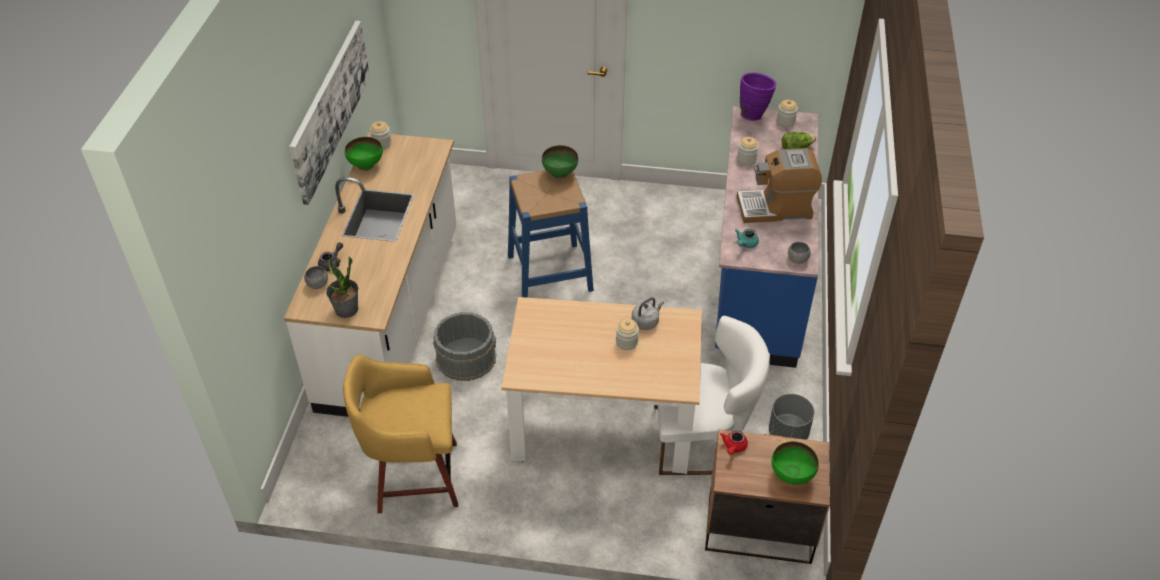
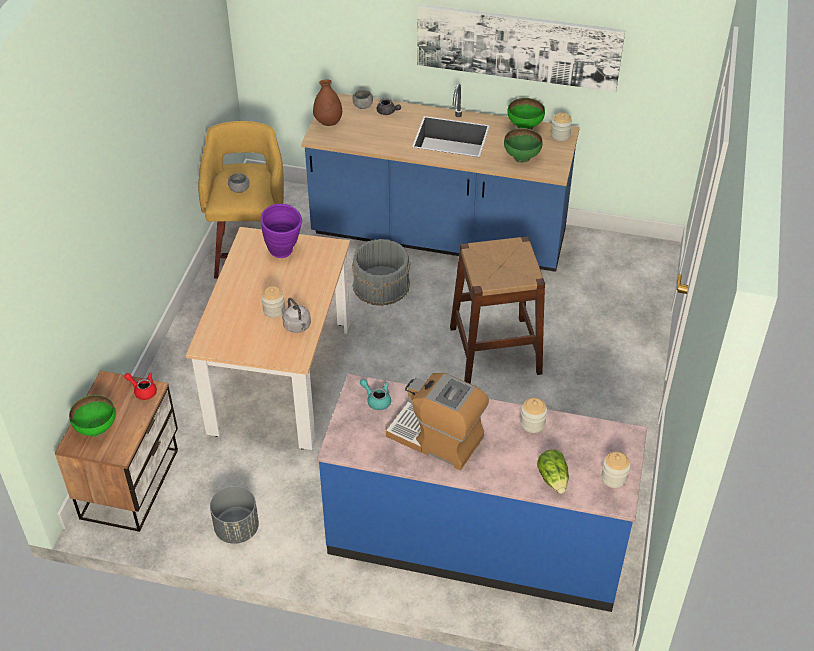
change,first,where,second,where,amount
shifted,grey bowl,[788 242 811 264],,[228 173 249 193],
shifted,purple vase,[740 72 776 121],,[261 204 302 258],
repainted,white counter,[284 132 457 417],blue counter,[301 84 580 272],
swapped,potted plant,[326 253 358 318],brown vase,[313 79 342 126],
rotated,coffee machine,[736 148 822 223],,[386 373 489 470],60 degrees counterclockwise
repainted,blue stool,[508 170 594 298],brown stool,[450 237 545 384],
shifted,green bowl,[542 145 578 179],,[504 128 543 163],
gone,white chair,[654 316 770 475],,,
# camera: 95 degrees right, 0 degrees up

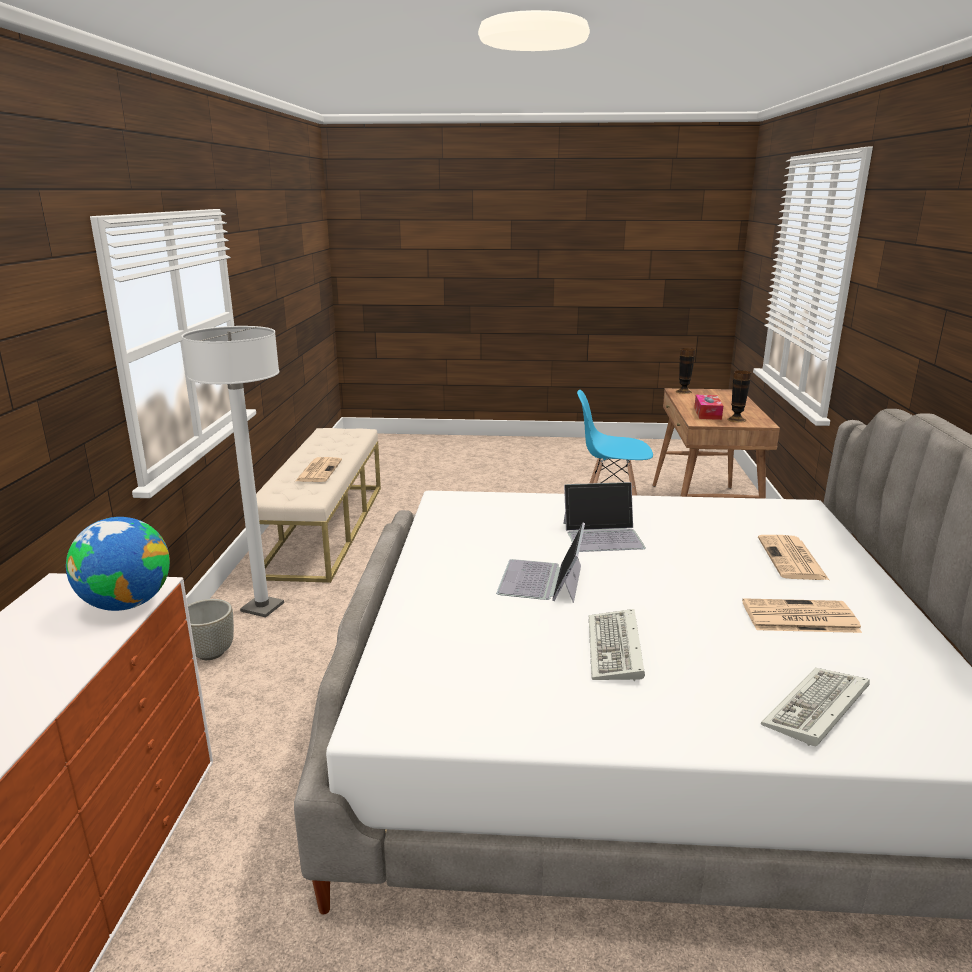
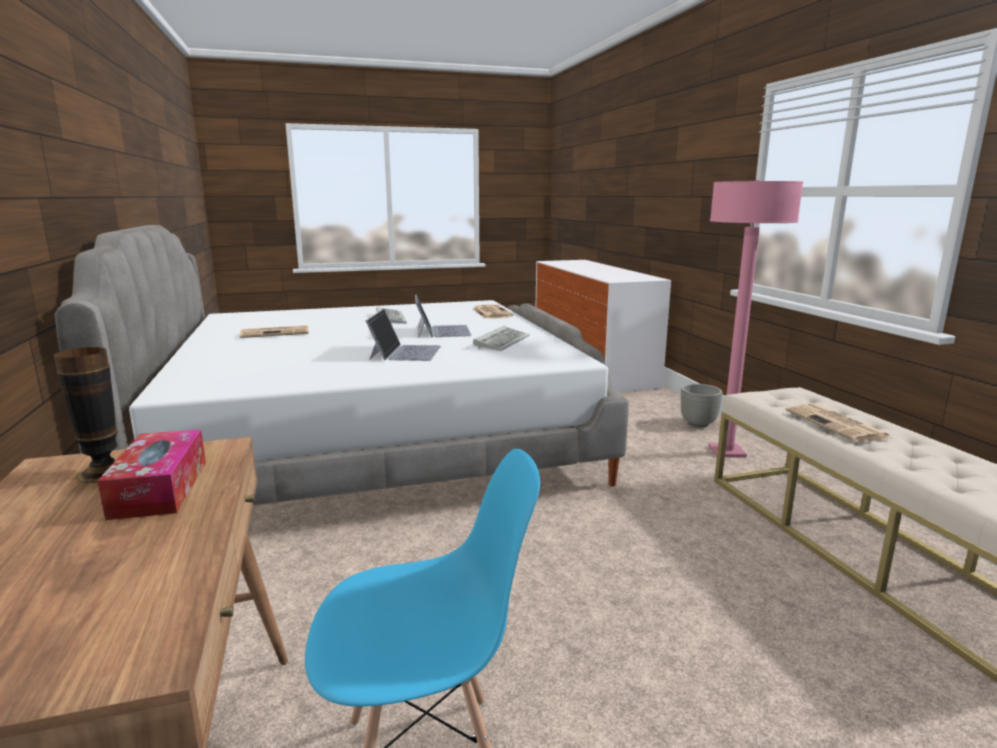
change,first,where,second,where,amount
rotated,laptop,[563 482 646 552],,[366 309 441 361],120 degrees clockwise
shifted,newspaper,[758 535 829 580],,[473 304 513 318],
shifted,keyboard,[761 668 870 746],,[473 326 529 351],
repainted,white floor lamp,[181 326 284 617],pink floor lamp,[708 180 803 458],
gone,globe,[66 517 170 611],,,
gone,vase,[676 348 695 394],,,
# camera: 160 degrees right, 5 degrees down

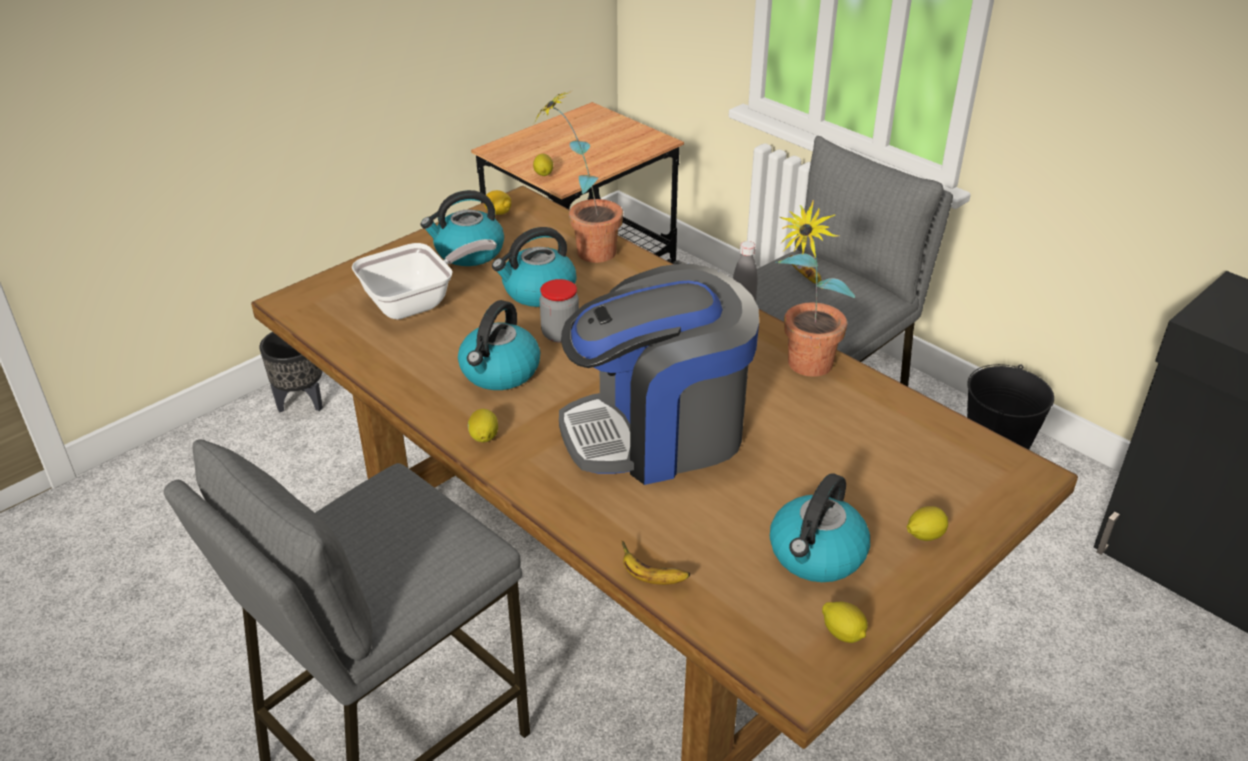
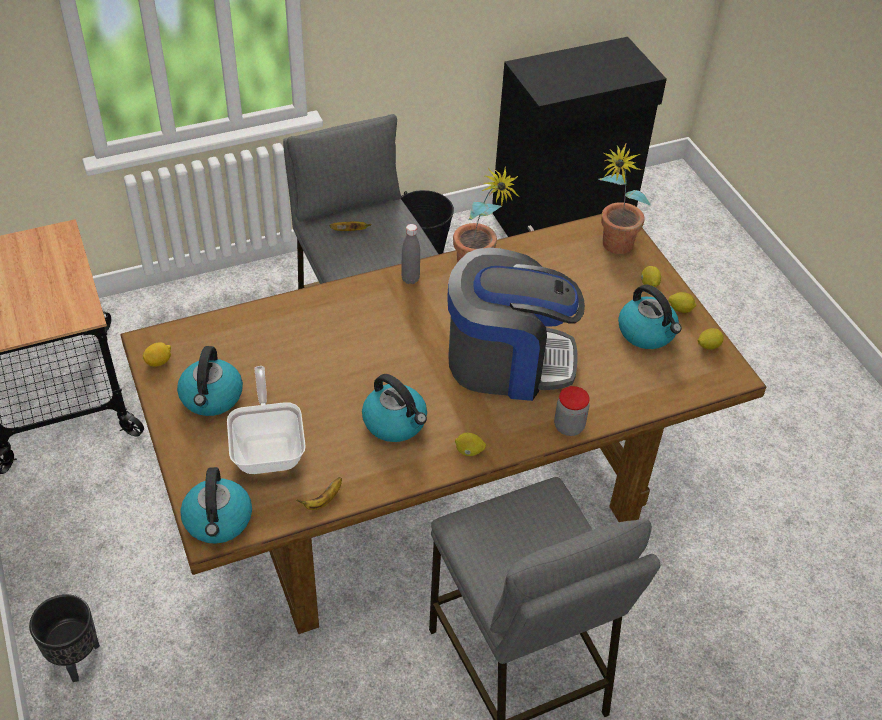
change,first,where,second,where,amount
shifted,kettle,[492 227 577 307],,[180 467 252 544],
shifted,banana,[622 541 690 585],,[296 477 342 510],
rotated,coffee machine,[559 264 759 485],,[447 248 585 401],90 degrees counterclockwise
shifted,jar,[540 279 579 343],,[554 386 590 436],
shifted,potted plant,[535 90 623 263],,[598 143 650 254],
shifted,lemon,[533 154 553 176],,[669 292 696 313],
# camera: 70 degrees left, 10 degrees up

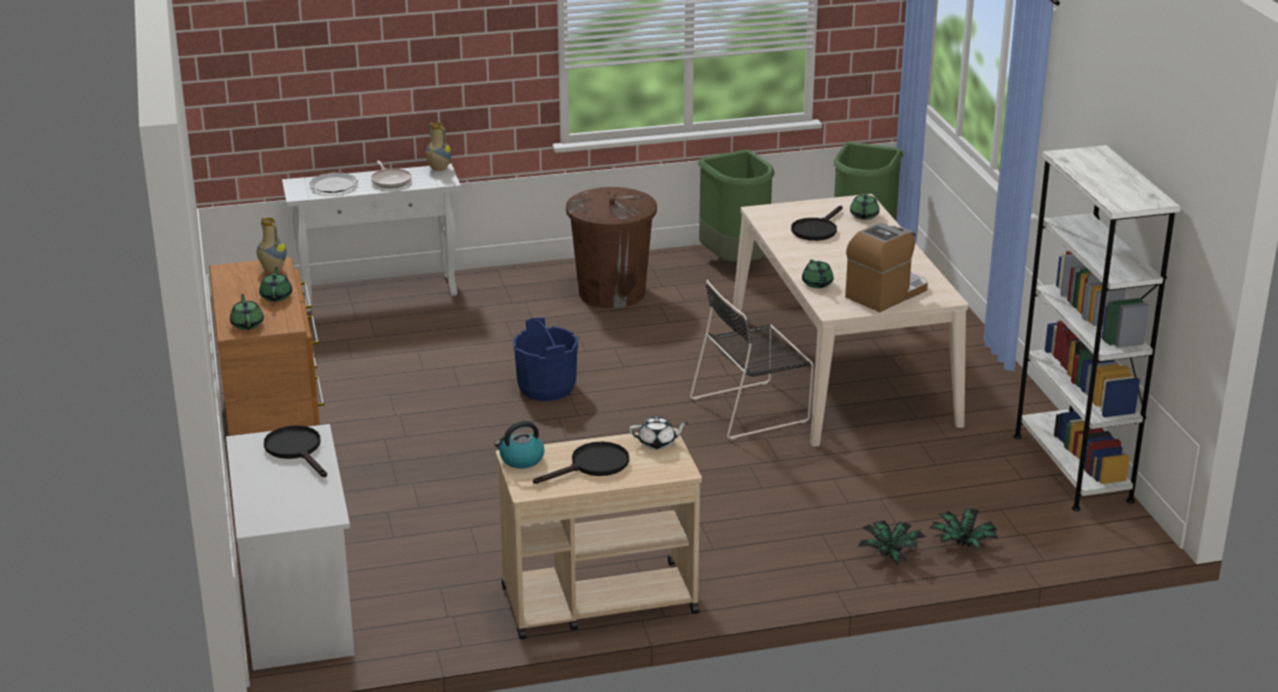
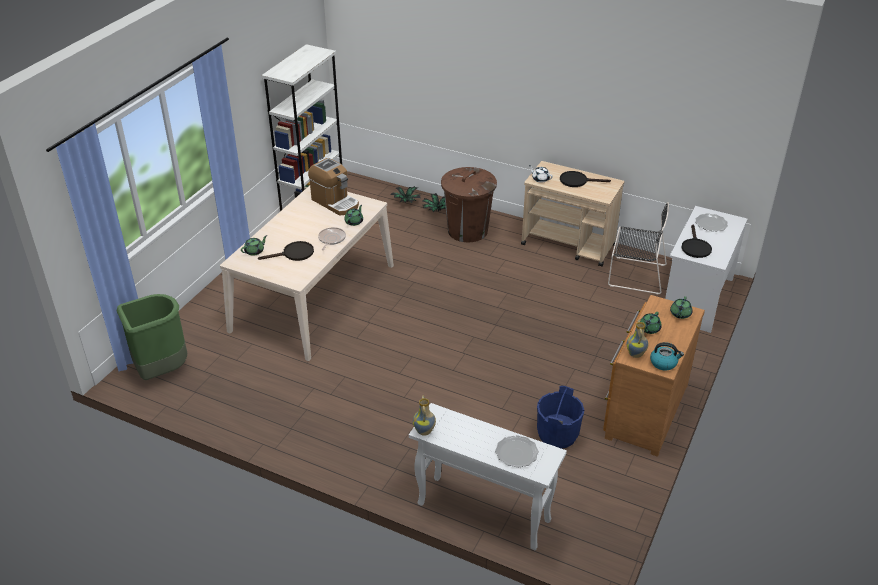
change,first,where,second,where,amount
rotated,coffee machine,[845 223 928 312],,[308 158 359 215],135 degrees counterclockwise
shifted,frying pan,[371 161 412 188],,[318 227 346 250],
shifted,brown trash can,[566 187 657 308],,[441 167 497 242],
shifted,blue bucket,[513 317 578 401],,[537 386 584 449],
shifted,black chair,[690 280 814 439],,[608 202 669 294],
shifted,kettle,[494 421 544 469],,[650 342 684 371],
new,,,plate,[695 213 728 232],
gone,green trash can,[698 150 775 262],,,
# camera: 140 degrees left, 10 degrees up

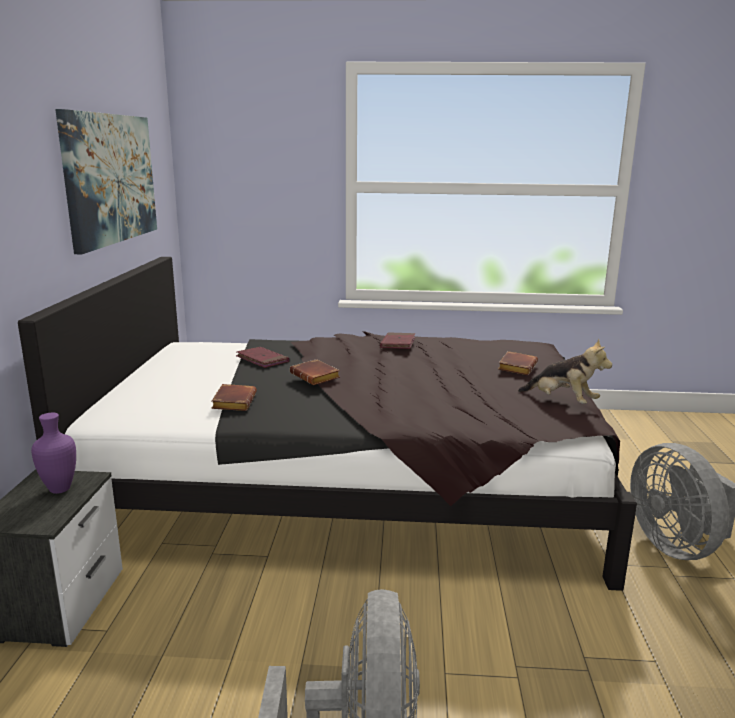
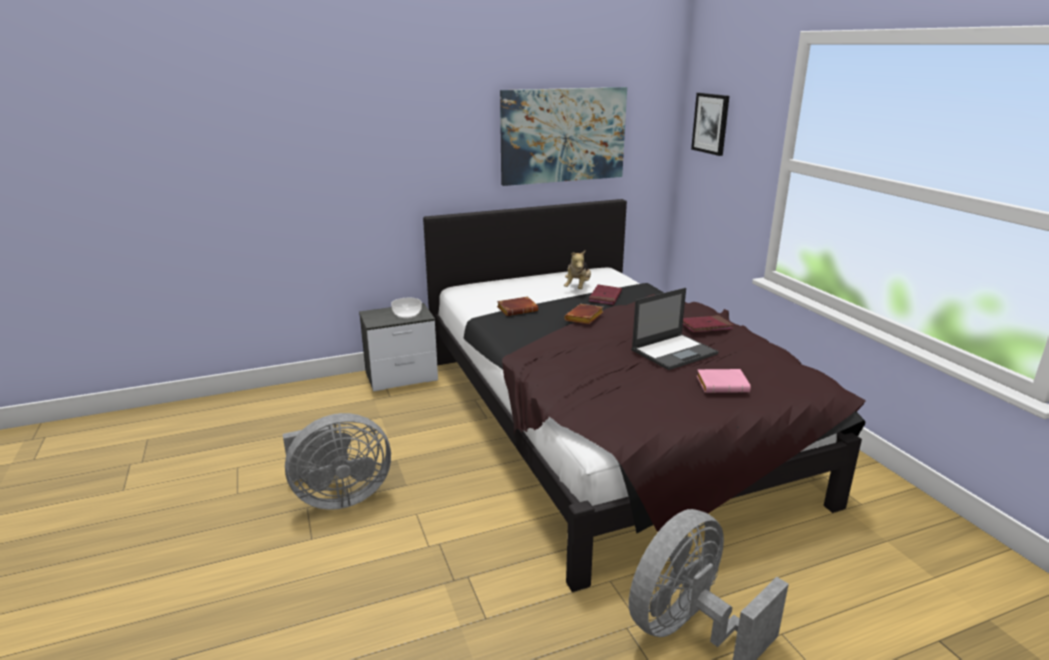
change,first,where,second,where,amount
swapped,purple vase,[31 413 76 494],bowl,[391 298 422 319],
shifted,plush toy,[518 339 612 404],,[564 250 591 289],
new,,,laptop,[631 288 719 370],
new,,,picture,[691 93 729 156],
repainted,brown book,[498 351 538 375],pink book,[697 369 751 393],
# camera: 65 degrees right, 5 degrees up

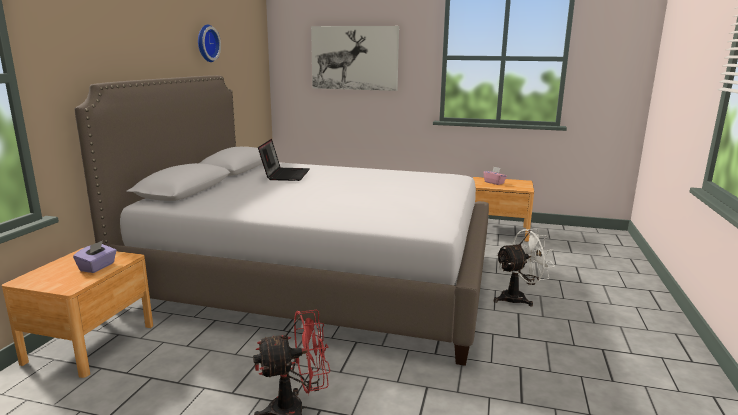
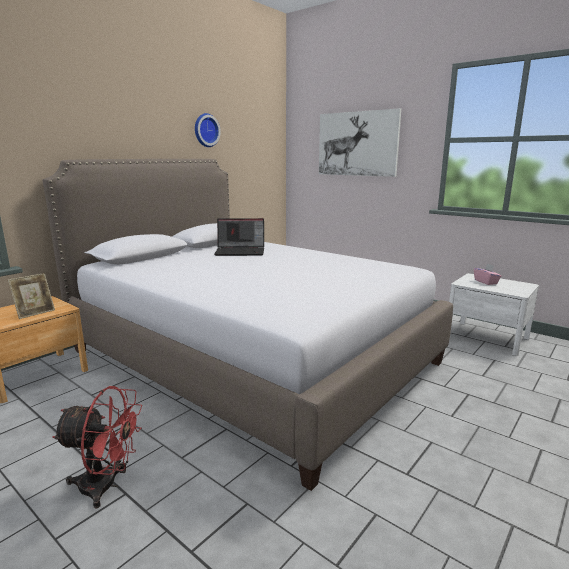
change,first,where,second,where,amount
swapped,purple tissue box,[73 240 117 273],picture frame,[8 273 55 319],
rotated,laptop,[258 139 310 181],,[214 218 264 256],60 degrees clockwise
repainted,brown nightstand,[473 177 534 242],white nightstand,[449 273 539 356],
gone,white fan,[494 229 555 307],,,
# camera: 25 degrees right, 0 degrees up

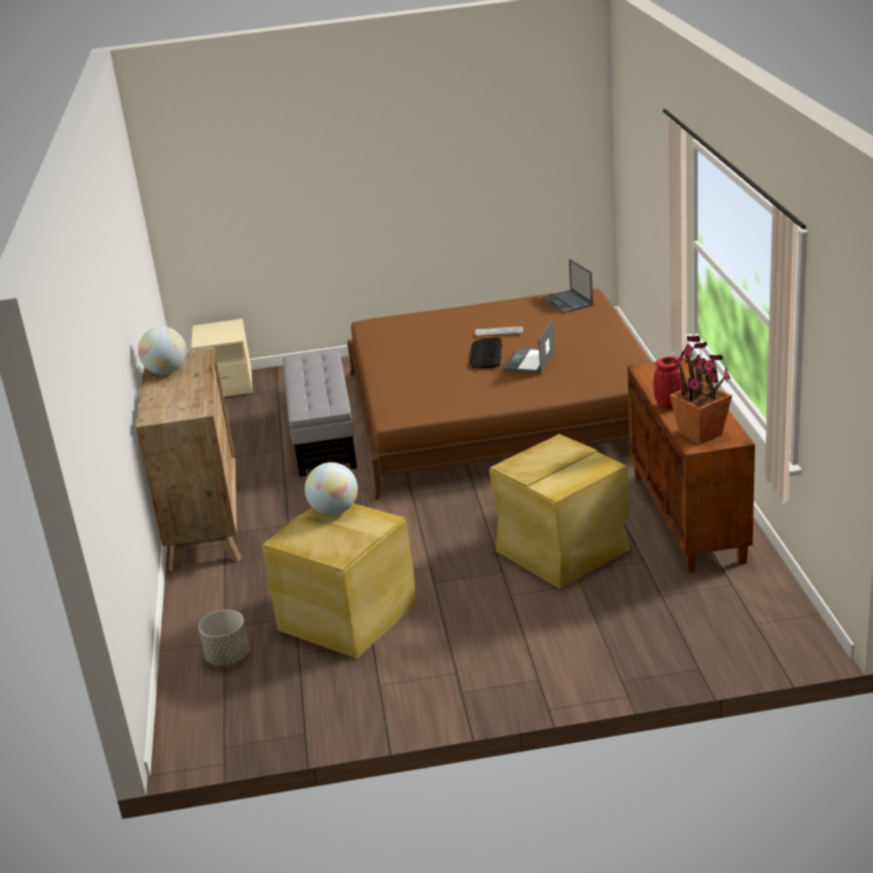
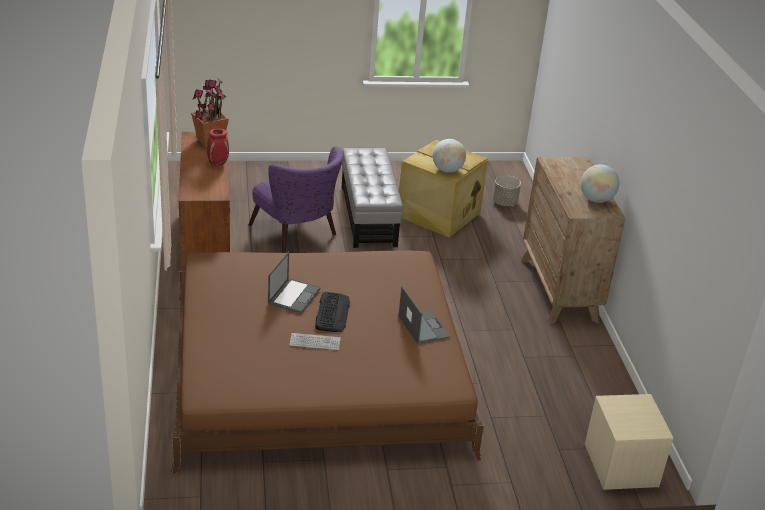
change,first,where,second,where,amount
swapped,beige storage box,[489 434 630 589],purple armchair,[249 146 343 253],
shifted,grey ottoman,[283 349 357 477],,[342 148 403 248],
shifted,laptop,[542 259 593 313],,[399 286 450 344],
# camera: 175 degrees right, 5 degrees up

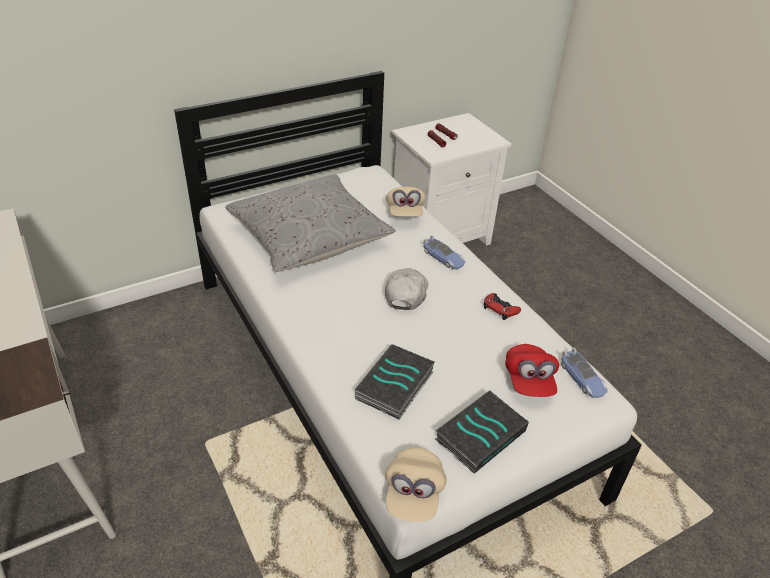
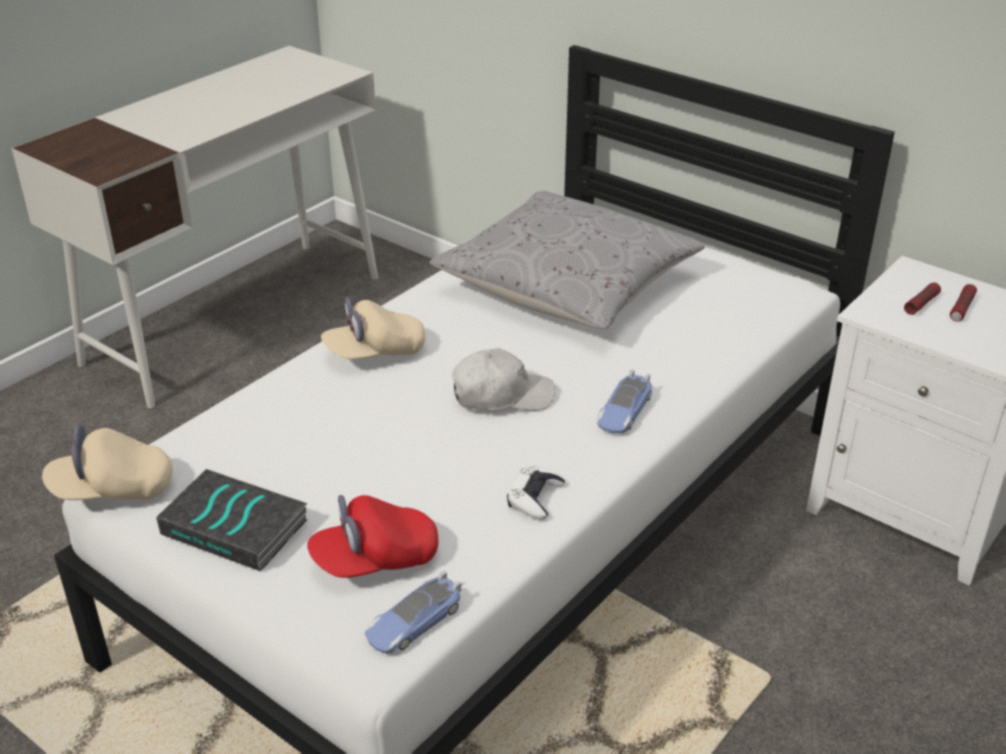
change,first,where,second,where,amount
shifted,beige cap,[386 187 426 217],,[321 297 425 360],
repainted,red game controller,[484 293 521 320],white game controller,[507 466 565 520],
gone,book,[355 344 435 420],,,
# camera: 70 degrees right, 5 degrees down

